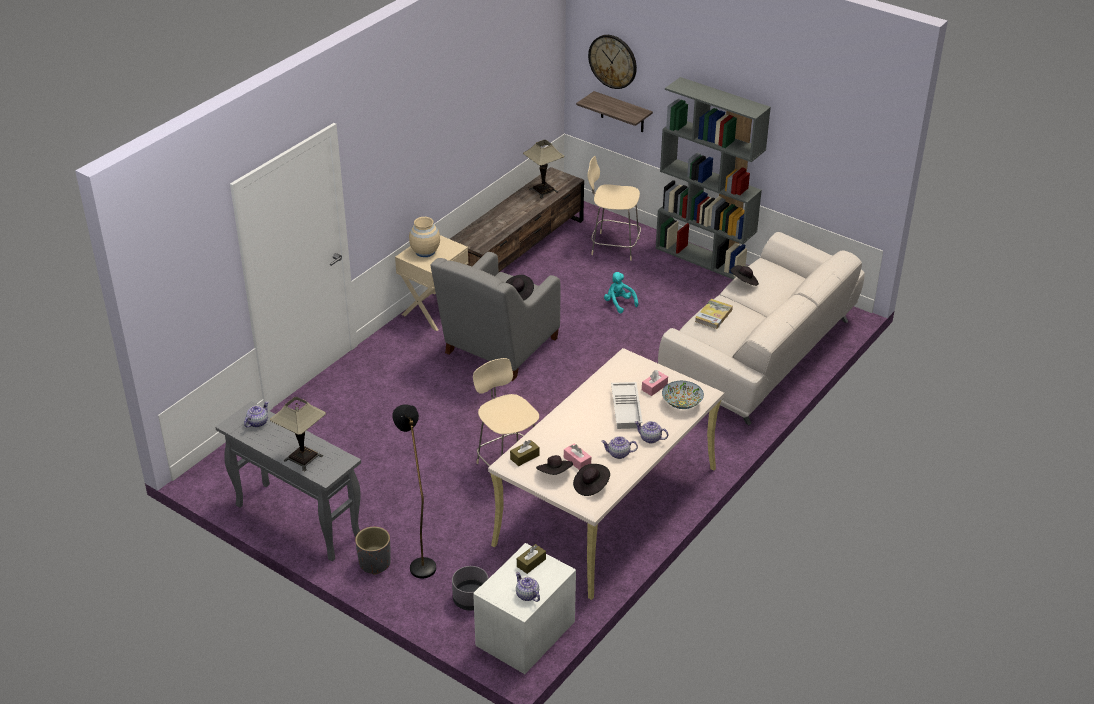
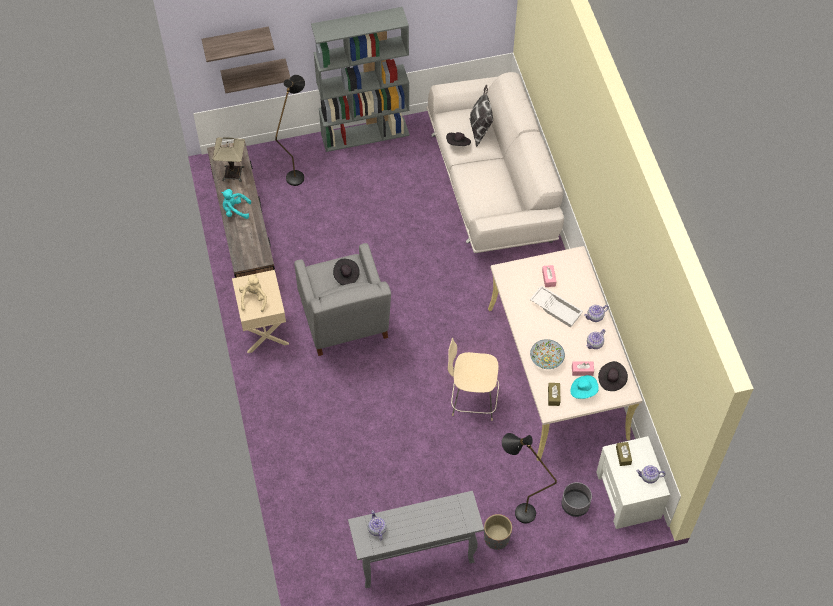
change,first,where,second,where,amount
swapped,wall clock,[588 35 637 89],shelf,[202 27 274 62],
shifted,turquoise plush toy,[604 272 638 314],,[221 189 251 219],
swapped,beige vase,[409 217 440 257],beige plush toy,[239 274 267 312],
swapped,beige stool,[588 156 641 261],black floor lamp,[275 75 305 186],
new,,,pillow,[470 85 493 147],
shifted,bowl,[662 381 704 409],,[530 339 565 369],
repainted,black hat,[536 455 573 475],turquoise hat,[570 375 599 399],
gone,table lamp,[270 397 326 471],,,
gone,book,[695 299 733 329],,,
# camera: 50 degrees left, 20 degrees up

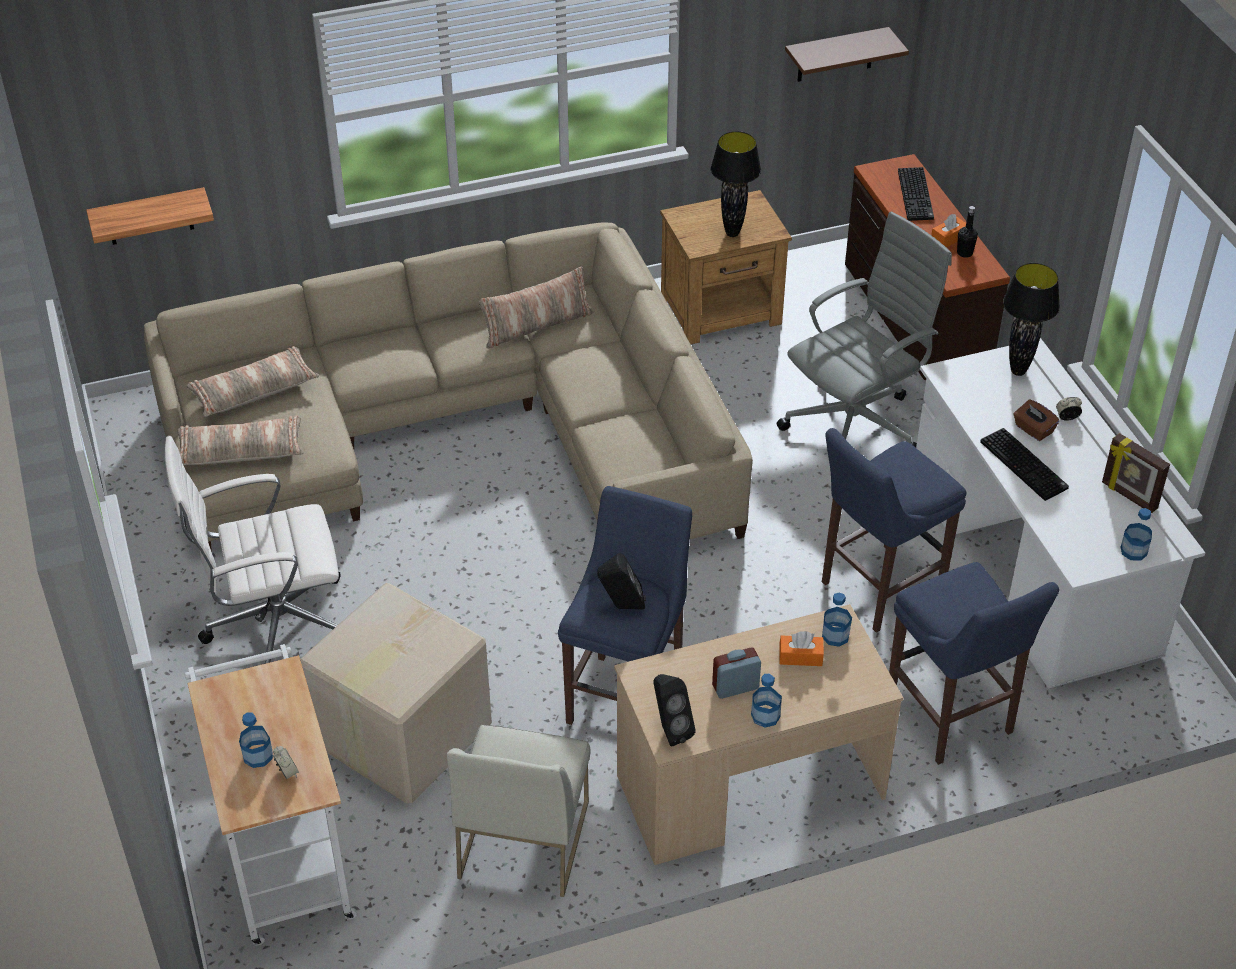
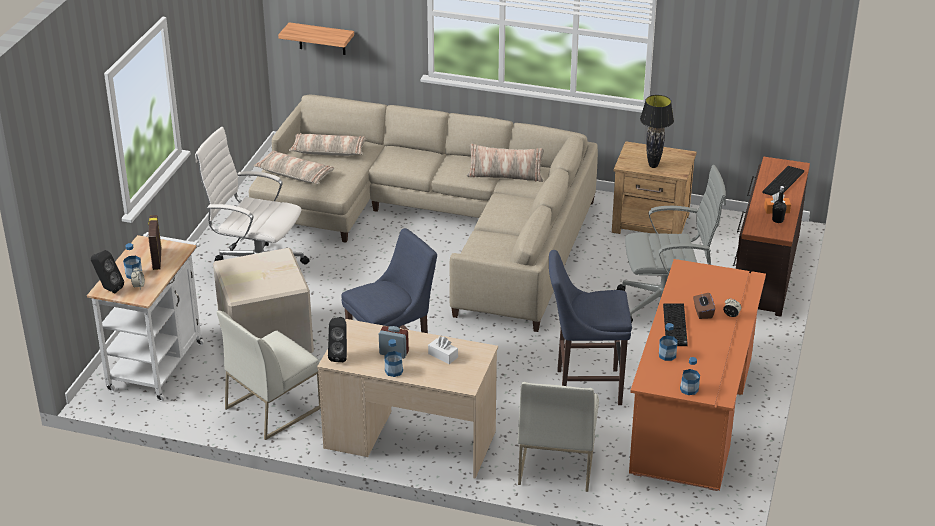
change,first,where,second,where,amount
shifted,black speaker,[597 553 646 609],,[91 250 124 293],
shifted,picture frame,[1102 433 1170 513],,[148 215 161 270],
repainted,orange tissue box,[779 631 824 666],white tissue box,[428 337 458 364],
swapped,blue stool,[889 562 1059 765],white chair,[518 382 599 492],
repainted,white desk,[916 338 1205 689],orange desk,[629 259 766 491],
shifted,bottle,[822 593 852 647],,[659 323 678 361],
gone,brown shelf,[785 27 909 82],,,
gone,black table lamp,[1003 263 1060 376],,,
# camera: 35 degrees right, 10 degrees down

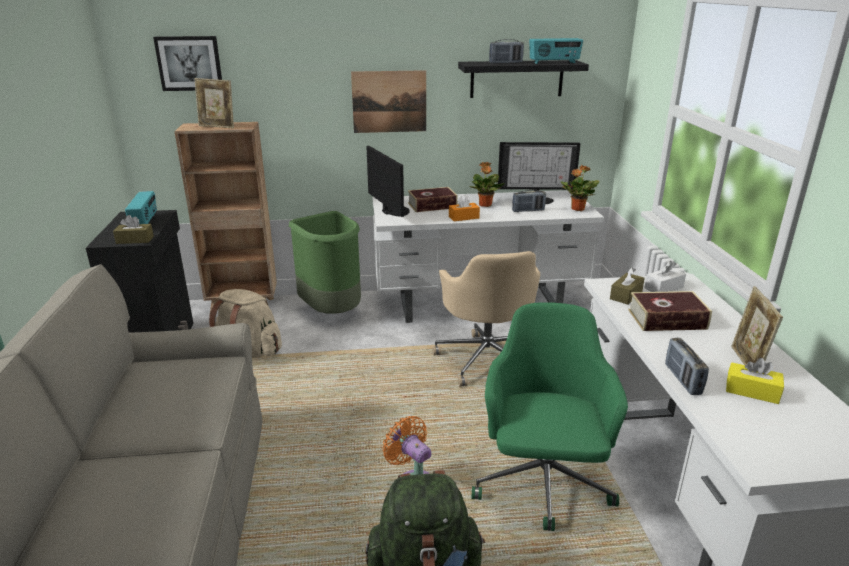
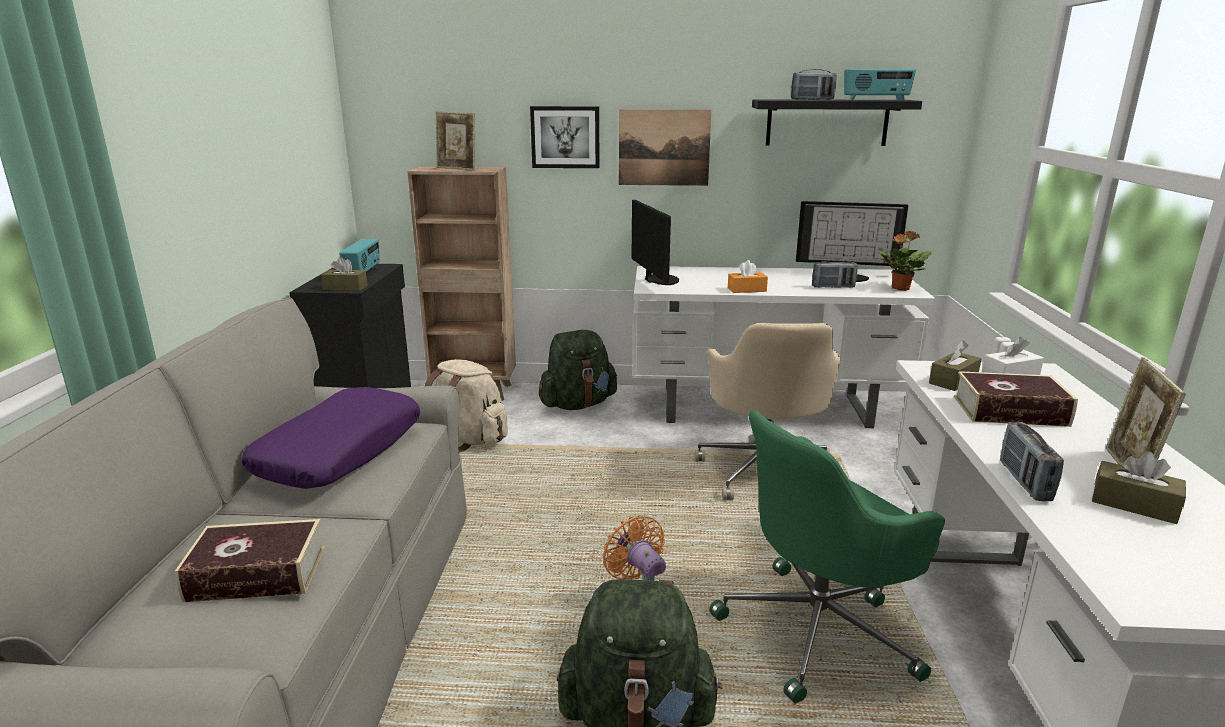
change,first,where,second,where,amount
shifted,book,[408 187 458 212],,[175 519 325 602],
new,,,purple pillow,[242 387 420 489],
shifted,picture,[153 36 222 91],,[530 106 600 168],
swapped,green trash can,[289 211 361 314],green backpack,[539 330 617 410],
rotated,green office chair,[471 302 628 531],,[709 410 945 704],135 degrees counterclockwise
repainted,yellow tissue box,[726 358 784 404],brown tissue box,[1092 452 1186 524],
gone,potted plant,[469 162 504 207],,,
# camera: 10 degrees right, 5 degrees down

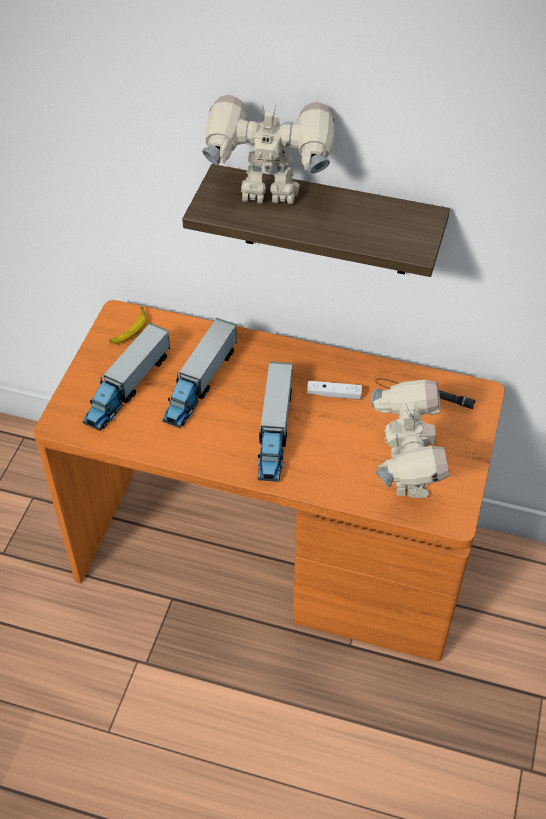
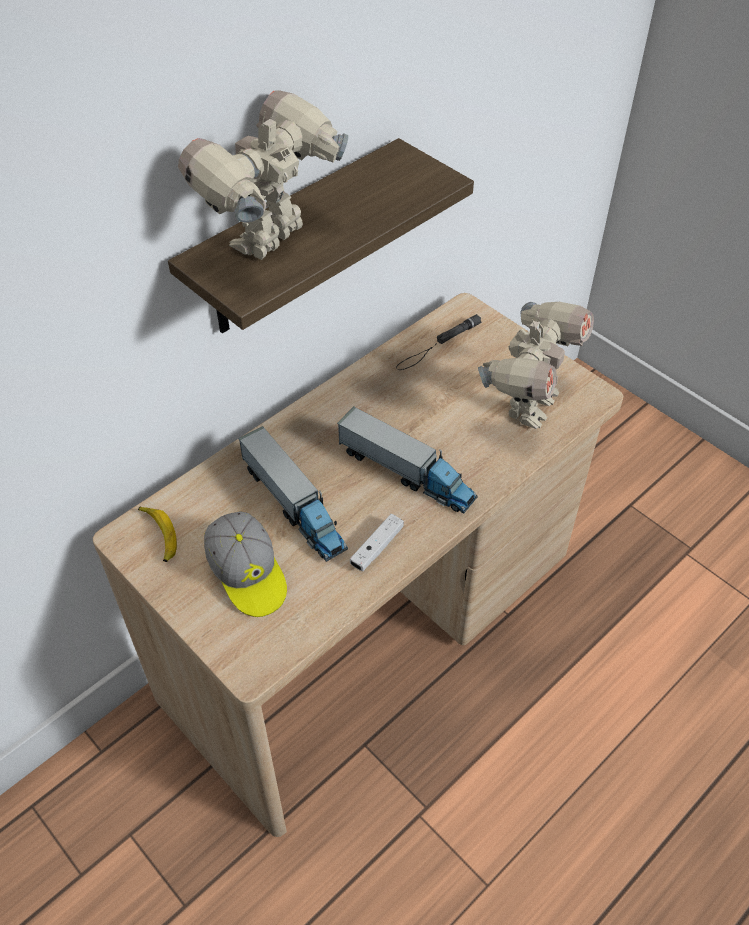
change,first,where,second,where,amount
repainted,orange desk,[33 300 505 662],beige desk,[93 293 623 837],
swapped,toy truck,[83 323 170 431],cap,[204 511 287 617],
shifted,white game controller,[307 381 362 400],,[350 514 404 571],
rotated,toy robot,[371 380 449 498],,[478 302 594 429],90 degrees clockwise
# camera: 60 degrees left, 0 degrees up

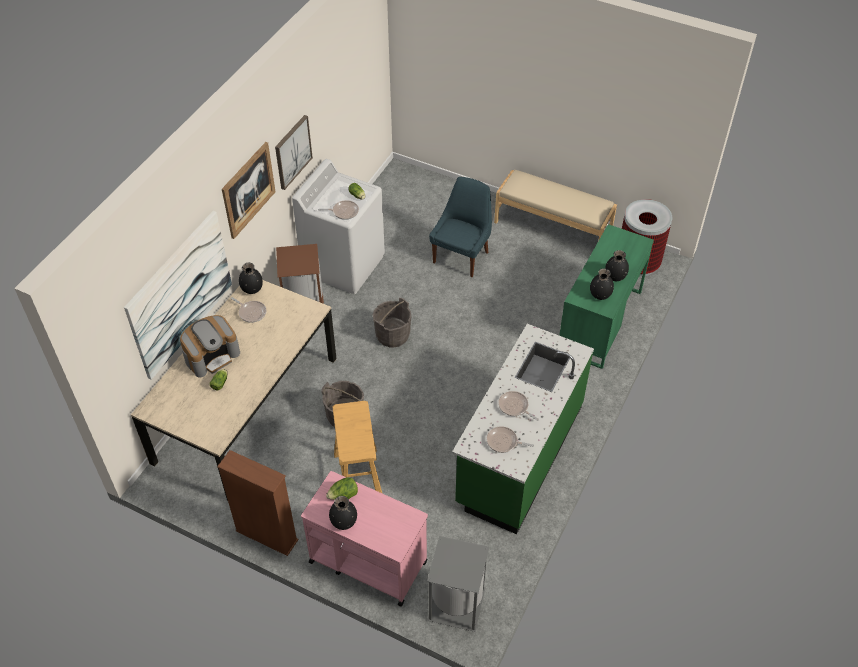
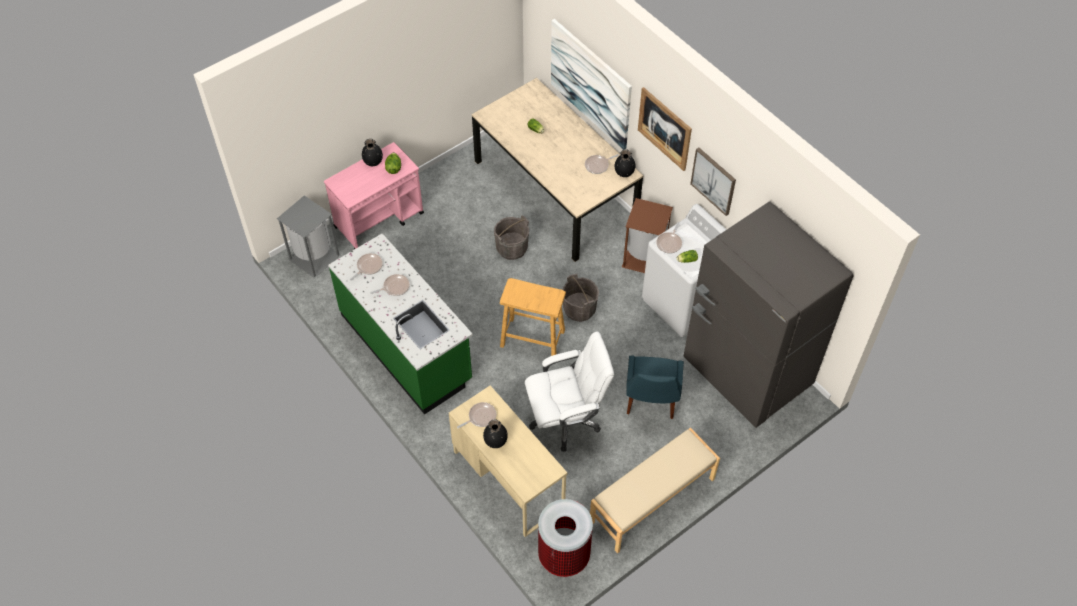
change,first,where,second,where,amount
repainted,green desk,[559 224 654 369],beige desk,[449 385 567 537],
swapped,black vase,[590 268 614 300],frying pan,[457 402 496 428],
shifted,beige stool,[332 401 382 493],,[500 278 566 356],
new,,,white office chair,[525 331 614 452],
rotated,blue chair,[429 177 492 277],,[627 355 684 419],45 degrees clockwise
new,,,grey fridge,[684 201 854 428],
gone,coffee machine,[180 315 240 377],,,
gone,brown bookcase,[217 450 299 556],,,
# camera: 115 degrees right, 5 degrees up

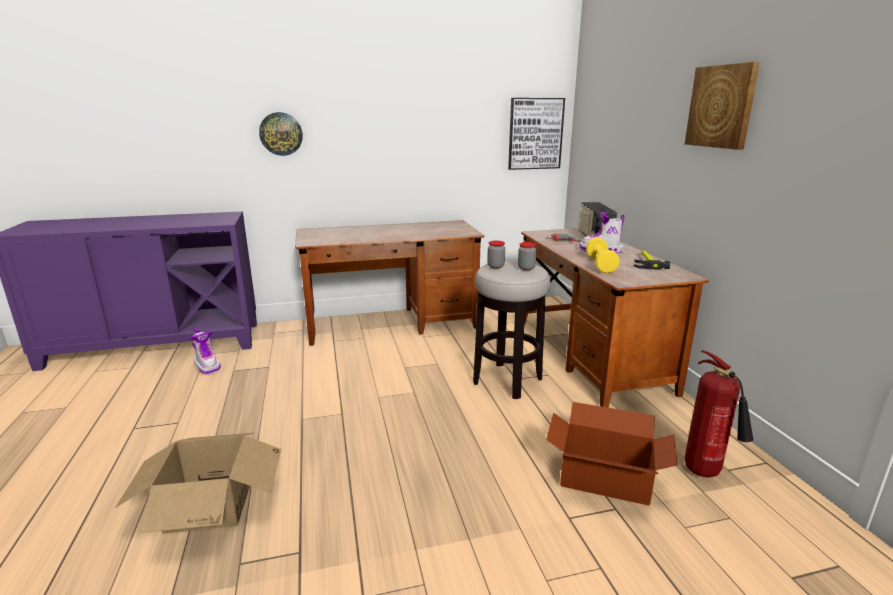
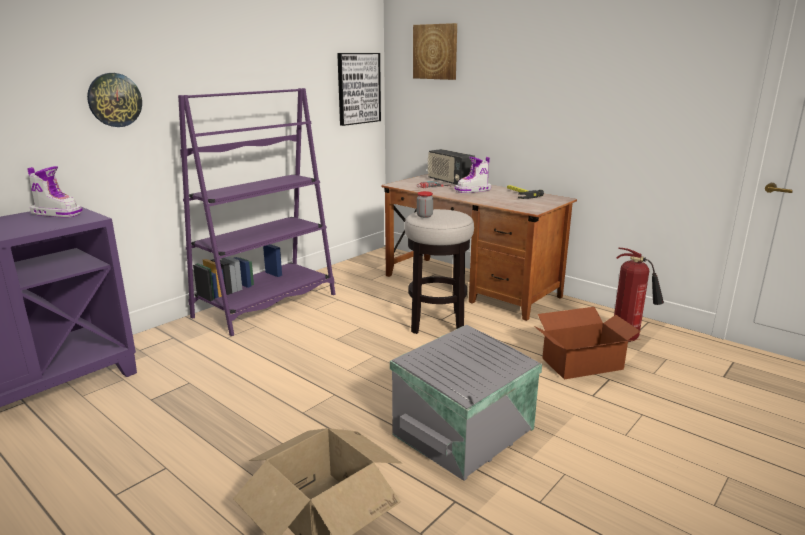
change,first,where,second,where,amount
shifted,boot,[190 328 221 375],,[27 166 82 218],
swapped,desk,[295 220 484 346],purple bookcase,[178 88 335 336],
new,,,grey storage box,[390 325 542 481],
shifted,picture,[685 62 760 150],,[413 23 457 80],
gone,jar,[518 242 536 270],,,
gone,yellow dumbbell,[586 238 620 273],,,
# camera: 35 degrees left, 0 degrees up

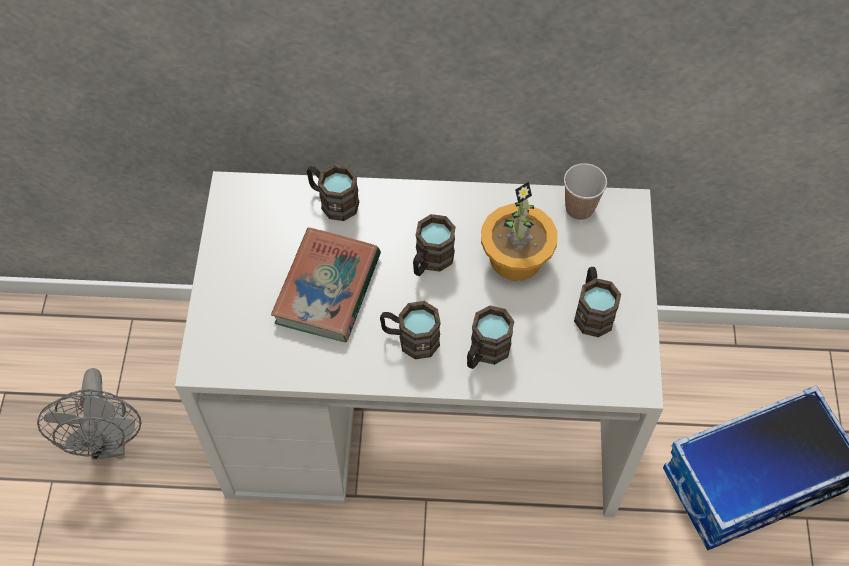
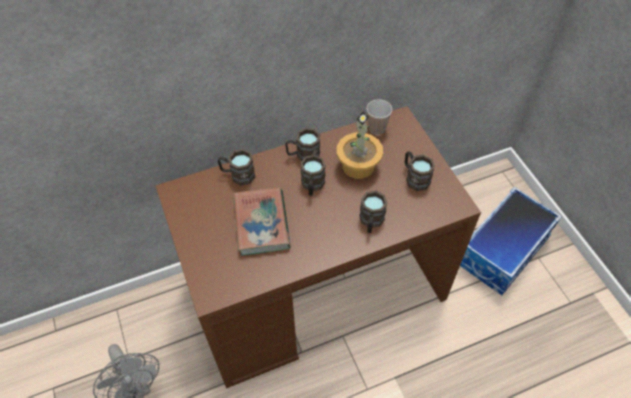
change,first,where,second,where,amount
repainted,white desk,[175 171 664 517],brown desk,[156 106 481 388],
shifted,brown mug,[380 301 441 359],,[285 128 320 162],
# camera: 25 degrees left, 5 degrees down

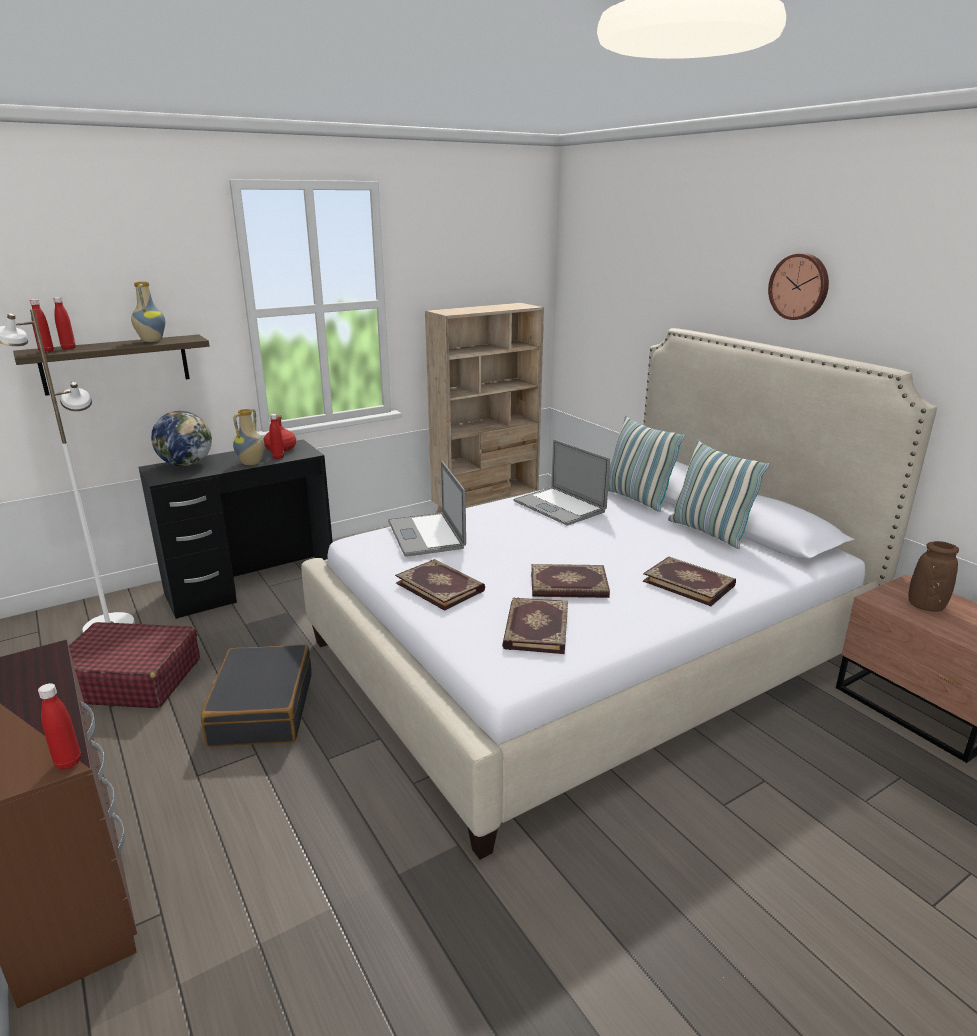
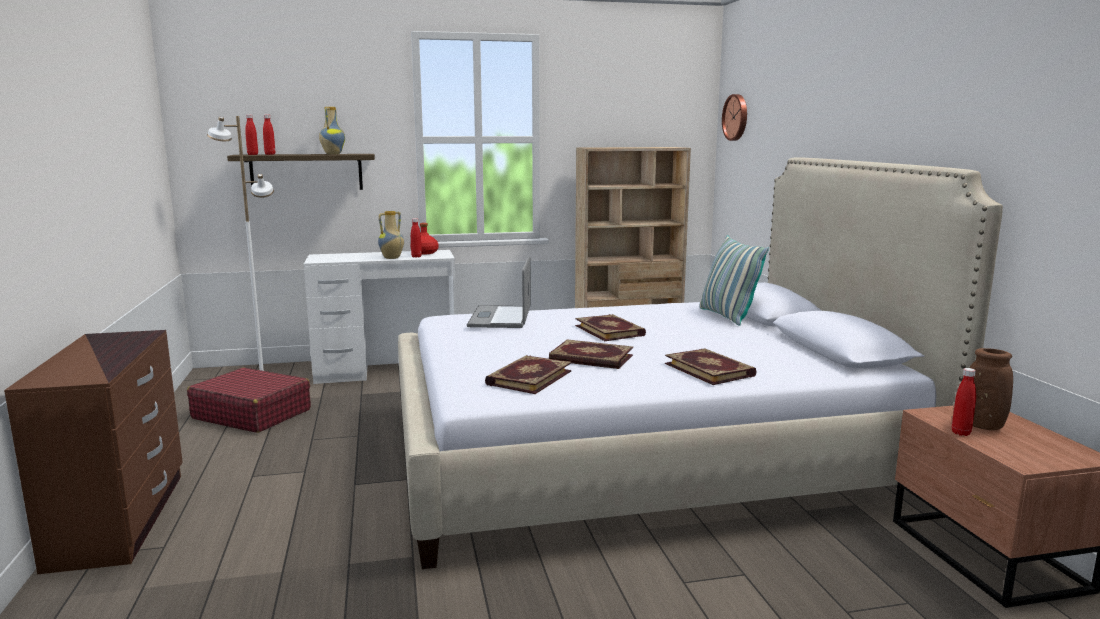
change,first,where,second,where,amount
repainted,black desk,[139 439 333 619],white desk,[304 250 456 384],
shifted,book,[395 559 485 611],,[575 314 646 341],
shifted,wall clock,[768 253 829 320],,[722 94 747 141],
shifted,red bottle,[38 683 81 770],,[952 368 976 436],
gone,globe,[151 411 212 467],,,
gone,black suitcase,[201 645 312 747],,,
gone,laptop,[514 439 610 526],,,
gone,pillow,[668 440 770 549],,,
# camera: 20 degrees right, 10 degrees down

